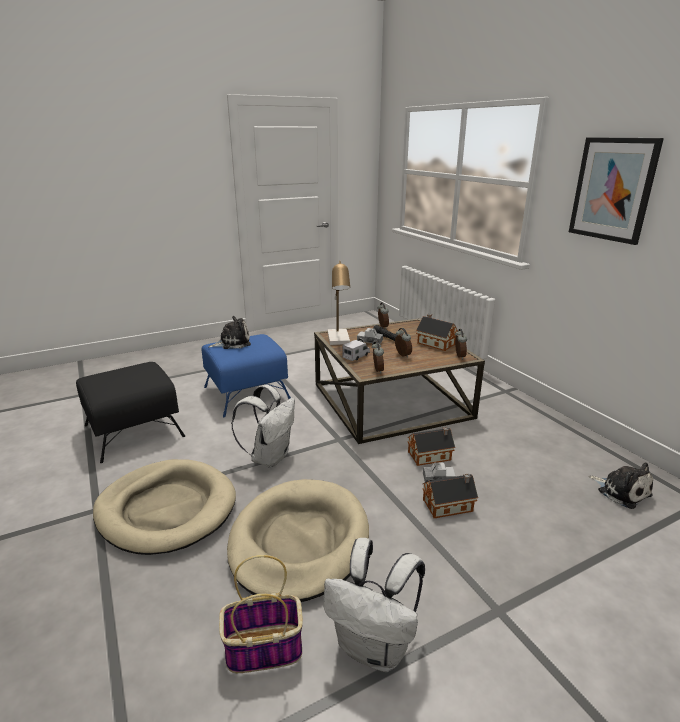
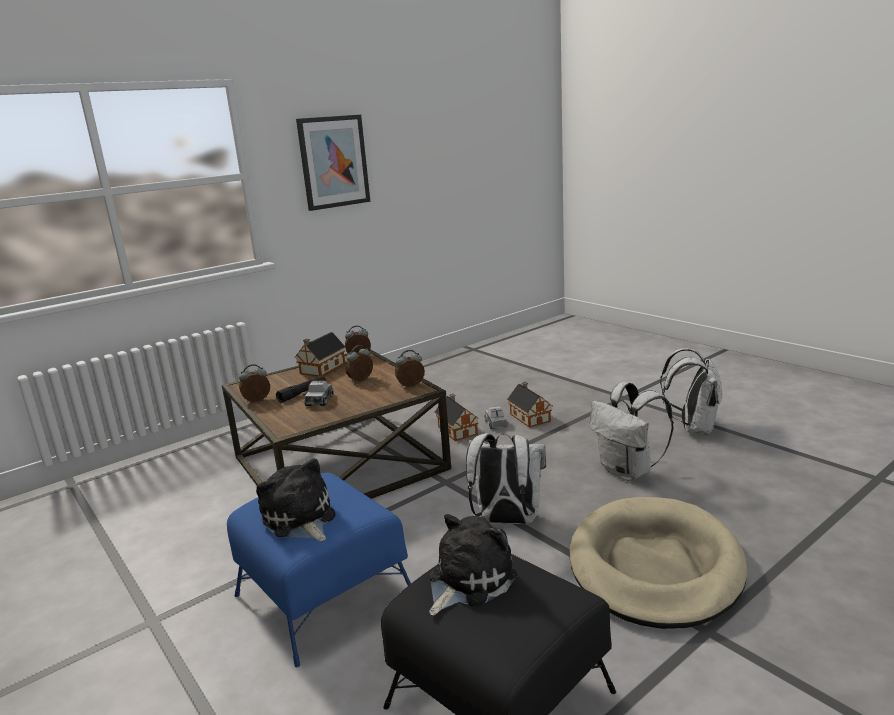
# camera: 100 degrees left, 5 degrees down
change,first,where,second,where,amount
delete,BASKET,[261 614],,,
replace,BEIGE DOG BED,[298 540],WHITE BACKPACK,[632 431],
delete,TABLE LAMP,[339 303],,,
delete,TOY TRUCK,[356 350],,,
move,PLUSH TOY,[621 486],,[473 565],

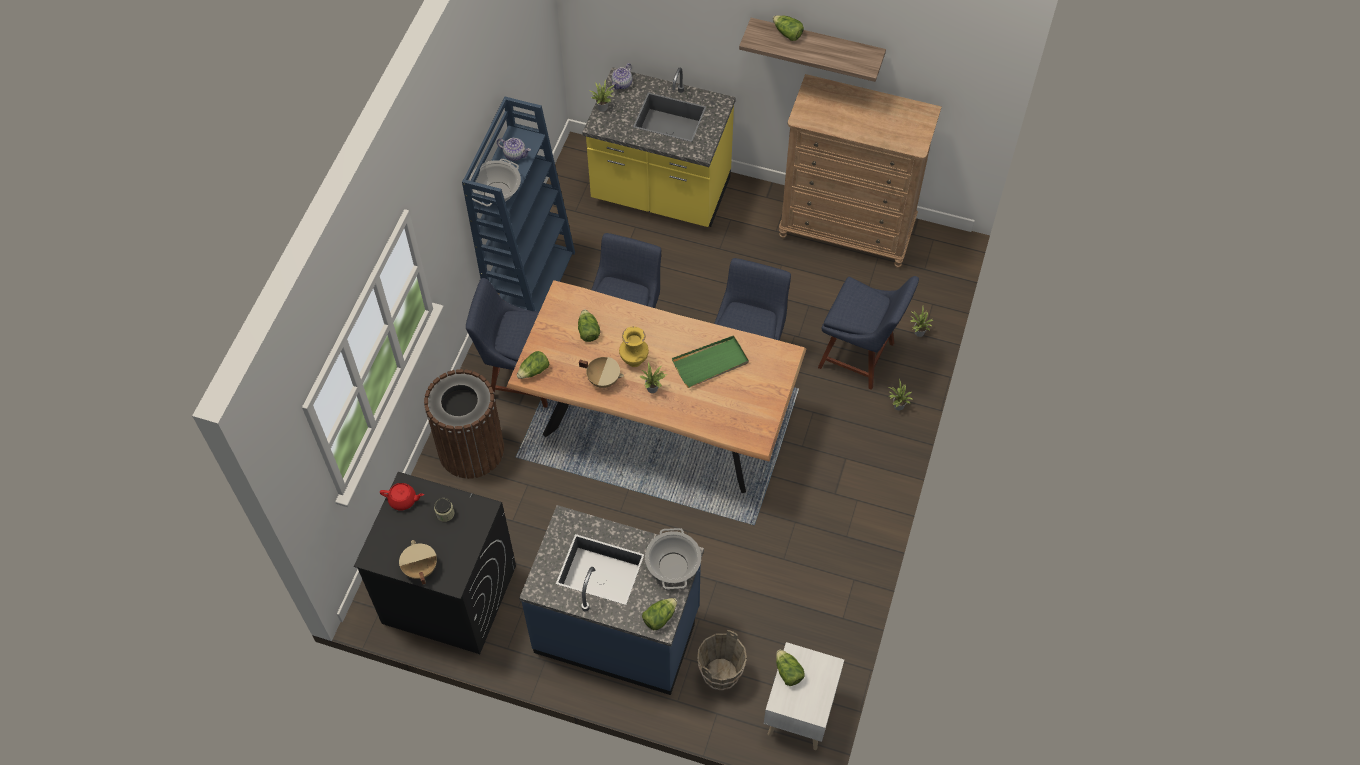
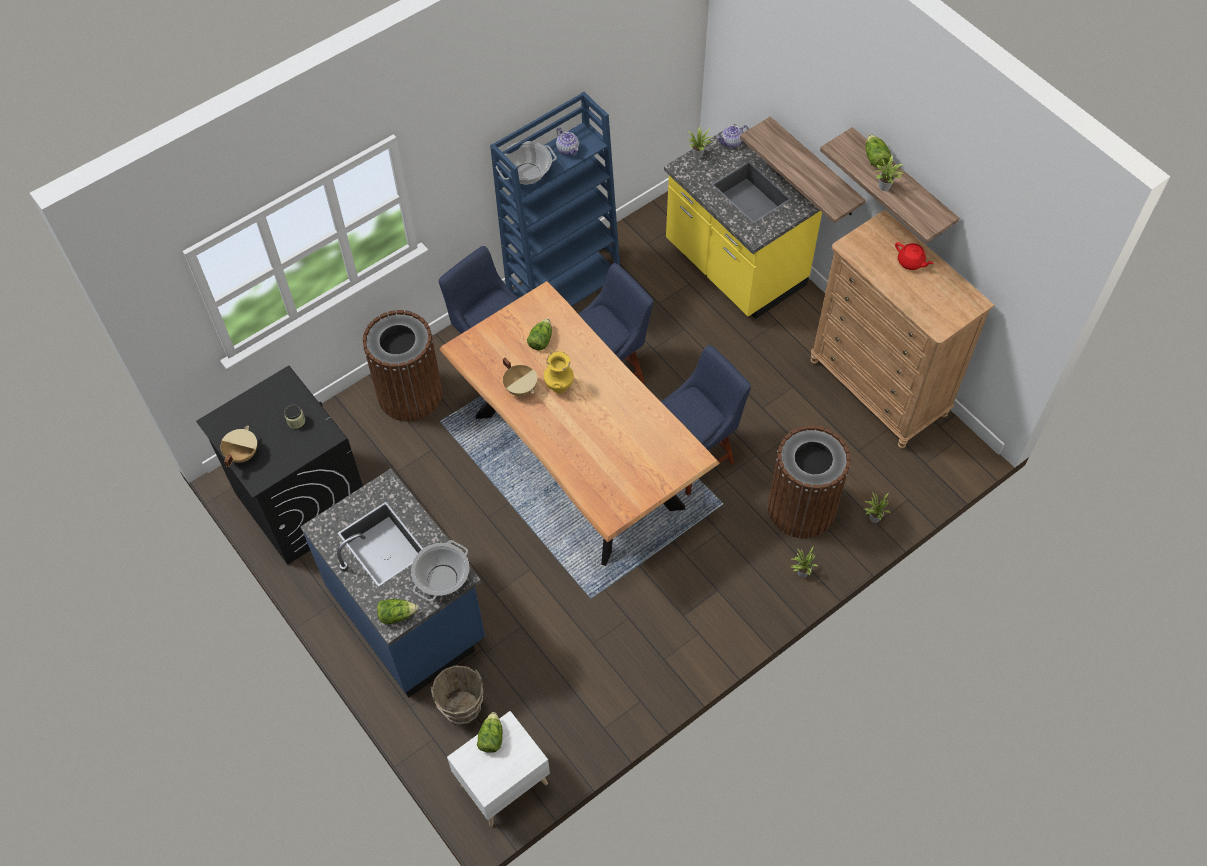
# camera: 35 degrees right, 0 degrees up
change,first,where,second,where,amount
move,RED TEAPOT,[402 496],,[914 256],
delete,LETTUCE,[533 365],,,
move,POTTED PLANT,[654 377],,[890 173],
delete,GREEN TRAY,[710 361],,,
replace,BLUE CHAIR,[868 333],BROWN TRASH CAN,[809 482],
insert,,,SHELF,[803 170],

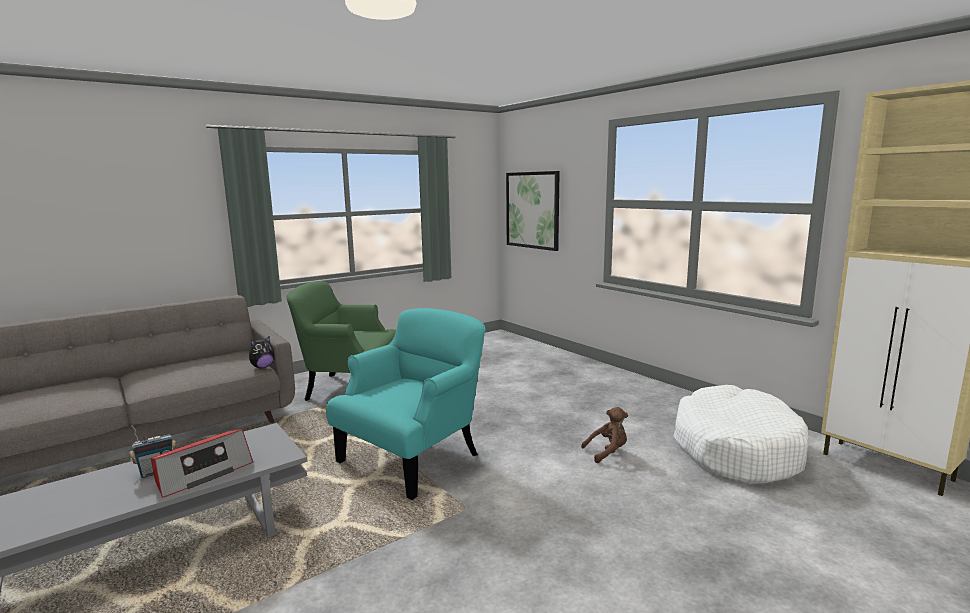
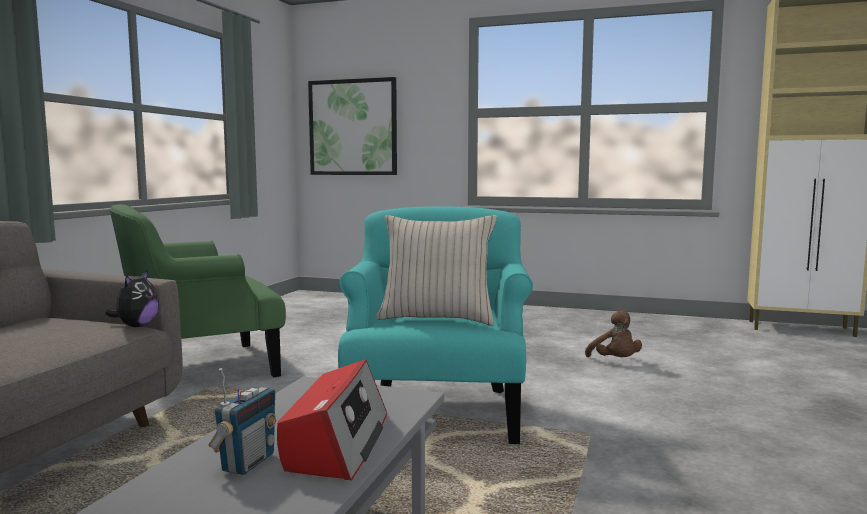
# camera: 35 degrees left, 5 degrees down
change,first,where,second,where,amount
rotate,BROWN PLUSH TOY,[604 435],,[613 333],120 degrees clockwise
delete,WHITE DOG BED,[741 435],,,
insert,,,BEIGE PILLOW,[436 270],

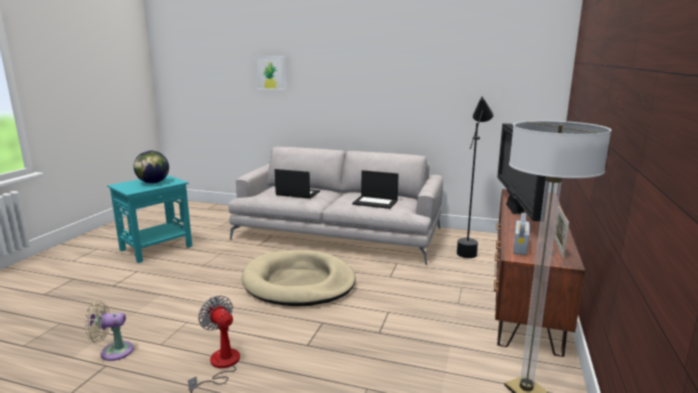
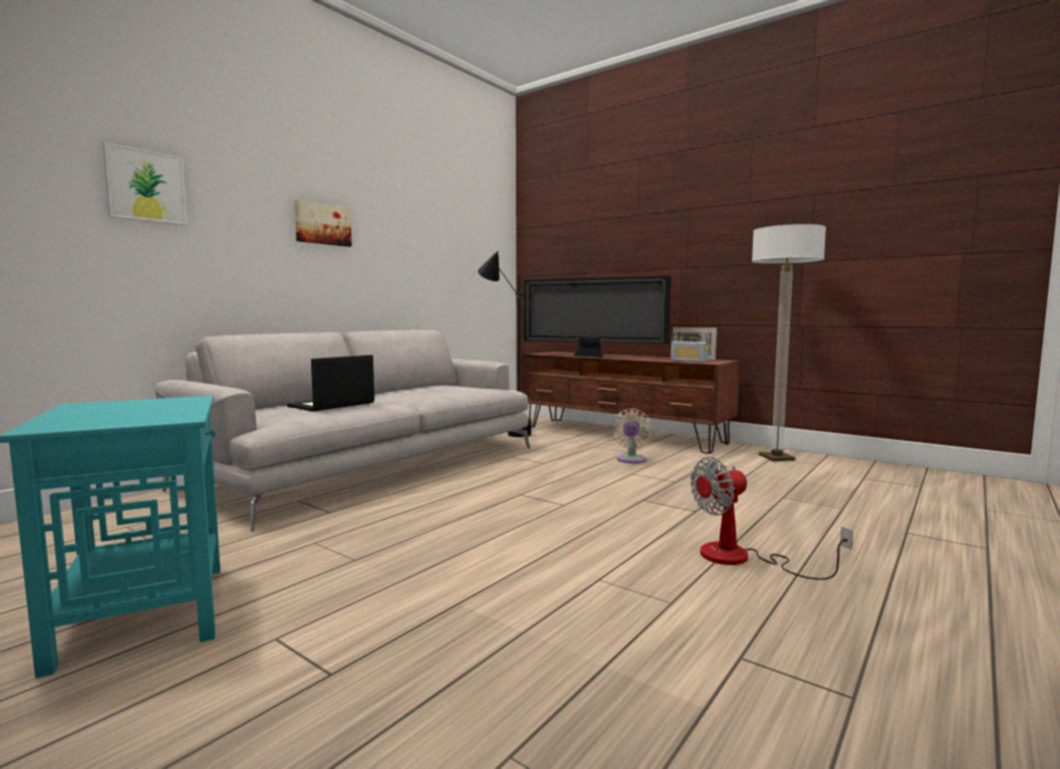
# camera: 70 degrees left, 10 degrees down
change,first,where,second,where,amount
move,BEIGE FAN,[109 330],,[631 436],
delete,GLOBE,[151 167],,,
delete,BEIGE DOG BED,[298 278],,,
delete,LAPTOP,[375 189],,,
insert,,,PICTURE,[323 223],

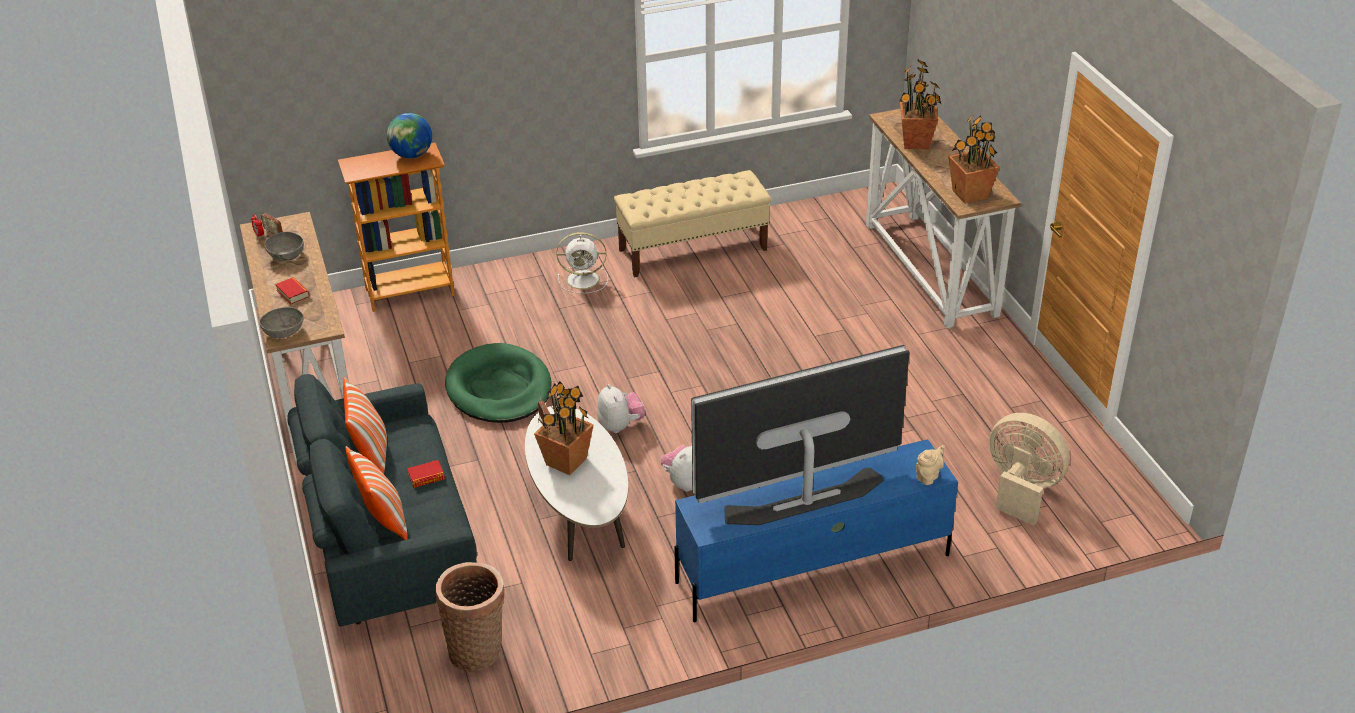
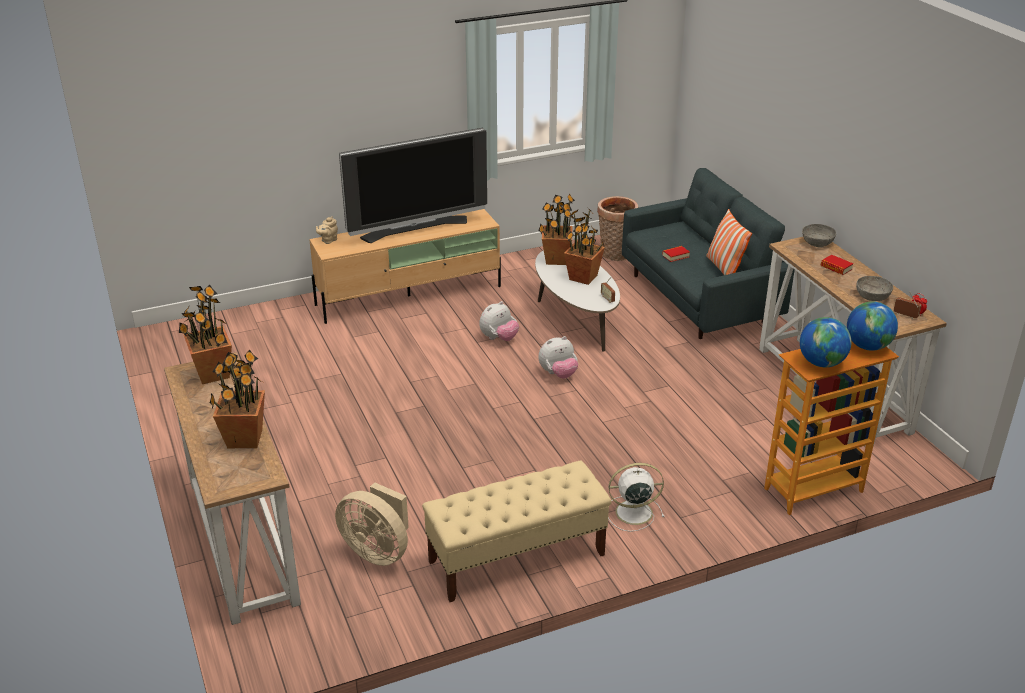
# camera: 175 degrees right, 5 degrees down
change,first,where,second,where,amount
delete,PILLOW,[376 493],,,
delete,GREEN DOG BED,[498 383],,,
rotate,PLUSH TOY,[621 408],,[558 357],90 degrees counterclockwise
recolor,BLUE TV STAND,[816 530],BEIGE TV STAND,[405 266],
move,BEIGE FAN,[1029 469],,[372 524],
insert,,,POTTED PLANT,[556 229],
insert,,,GLOBE,[872 326],

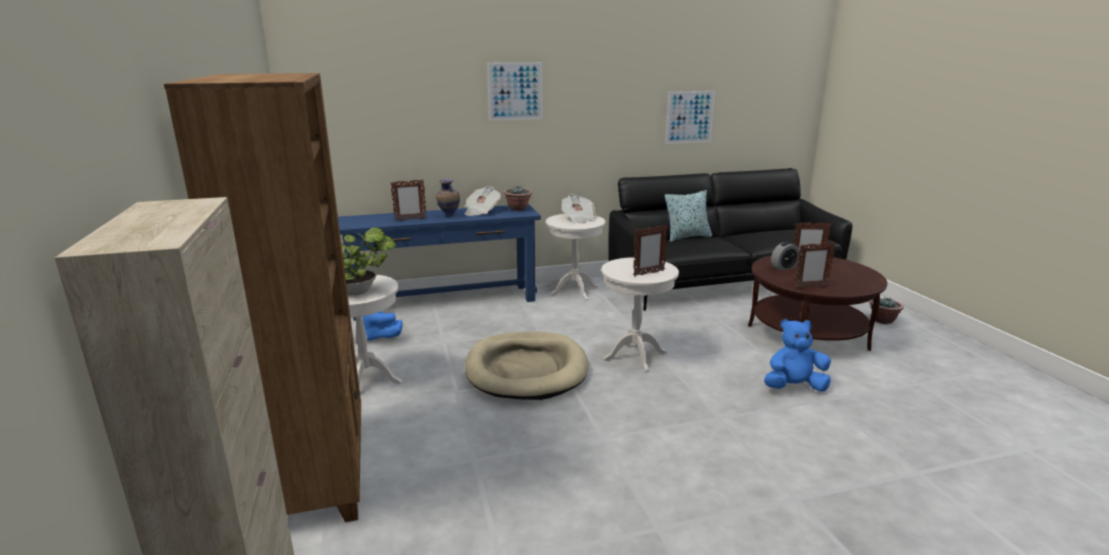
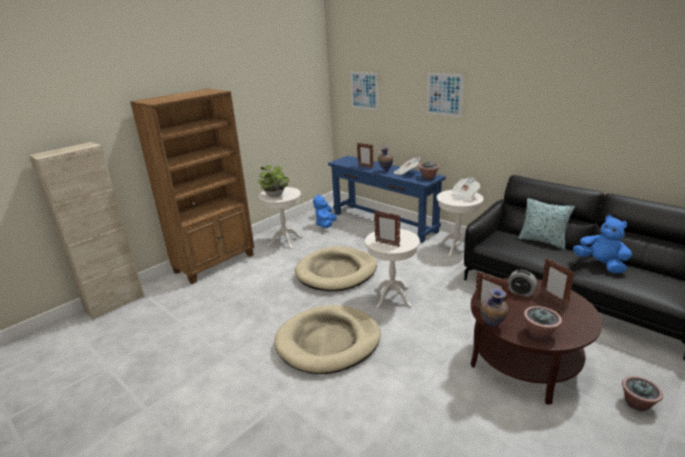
# camera: 60 degrees right, 5 degrees up
change,first,where,second,where,amount
move,PICTURE,[690 117],,[364 91],
move,BLUE PLUSH TOY,[797 355],,[602 244],
insert,,,BEIGE DOG BED,[328 339],
insert,,,VASE,[494 307],
insert,,,POTTED PLANT,[543 323],

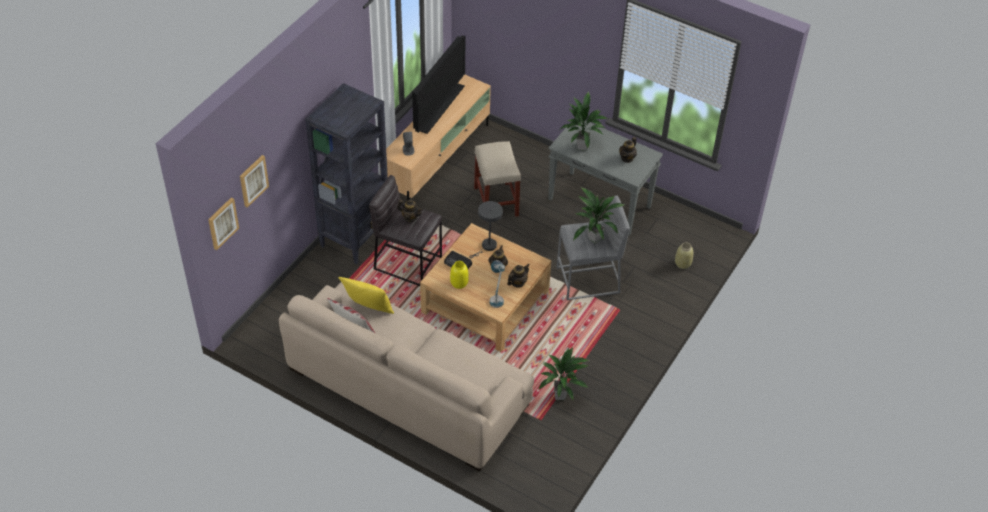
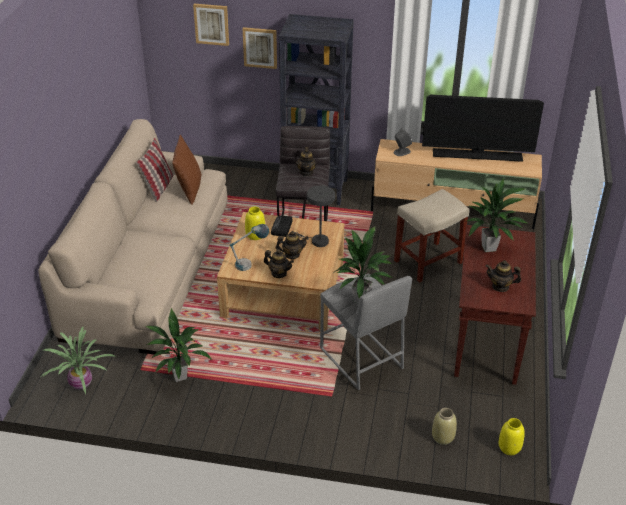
# camera: 70 degrees right, 10 degrees down
change,first,where,second,where,amount
move,PICTURE,[223 223],,[260 48],
recolor,YELLOW PILLOW,[366 295],BROWN PILLOW,[187 170],
recolor,GREY CONSOLE TABLE,[605 176],BROWN CONSOLE TABLE,[495 305],
insert,,,POTTED PLANT,[78 360],
insert,,,YELLOW VASE,[512 436],

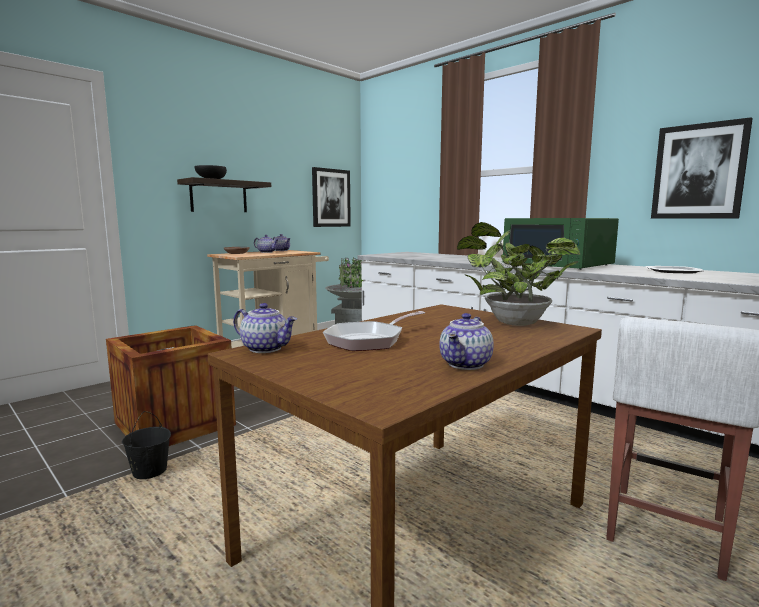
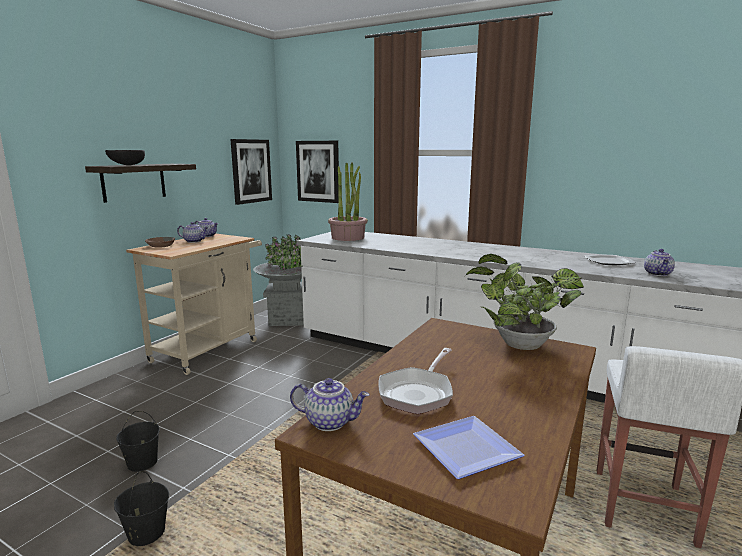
# camera: 15 degrees left, 5 degrees up
change,first,where,second,where,amount
replace,CRATE,[171 385],BLACK BUCKET,[138 441],
move,TEAPOT,[466 341],,[659 262],
delete,GREEN MICROWAVE,[561 244],,,
move,PICTURE,[702 168],,[317 172],
insert,,,POTTED PLANT,[348 201],
insert,,,PLATE,[469 447],

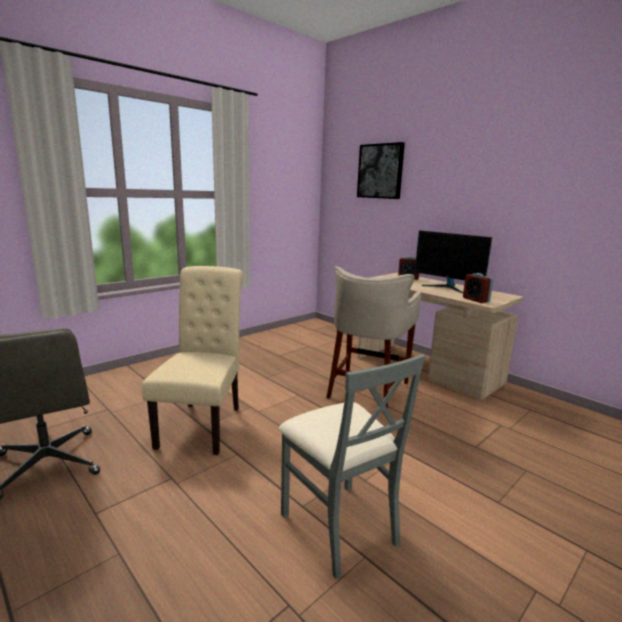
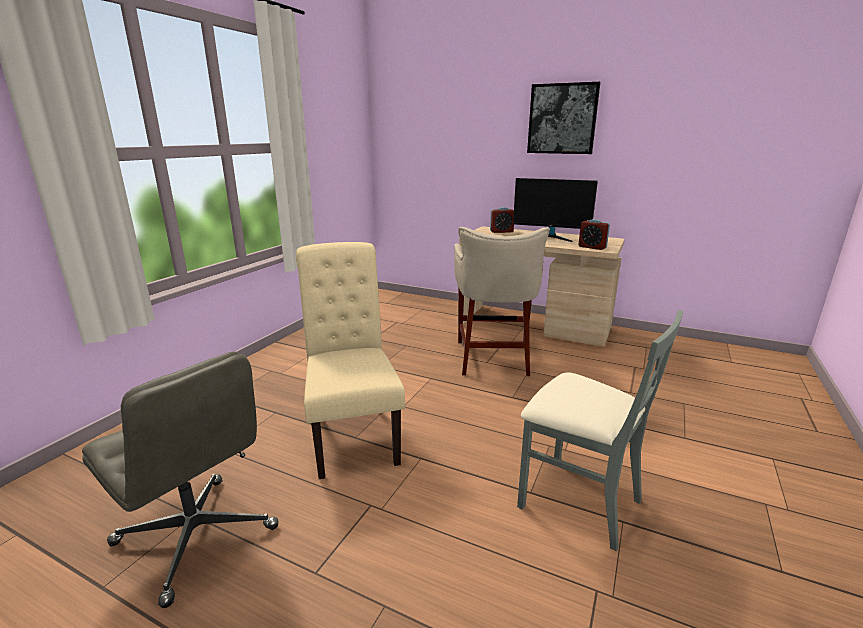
# camera: 20 degrees left, 5 degrees up
change,first,where,second,where,amount
move,PICTURE,[381 170],,[564 118],

